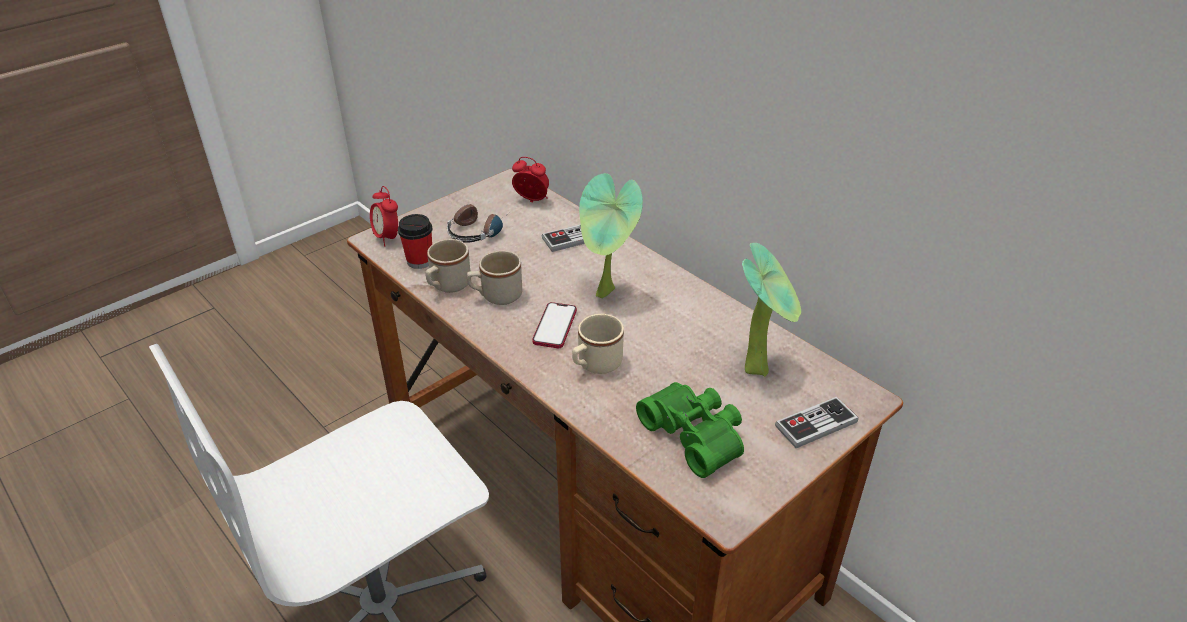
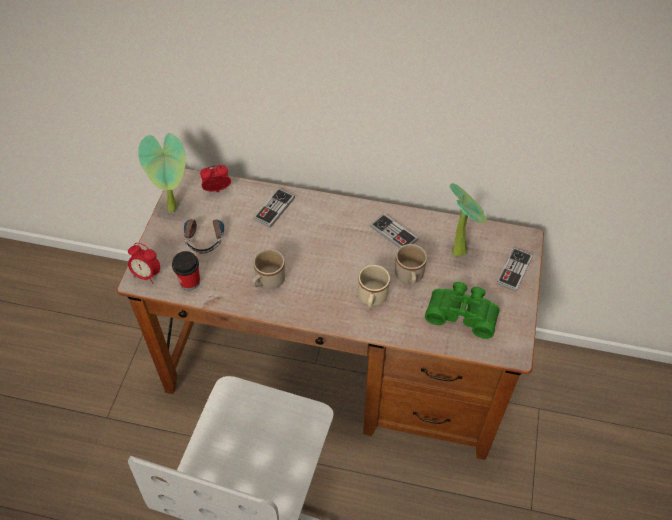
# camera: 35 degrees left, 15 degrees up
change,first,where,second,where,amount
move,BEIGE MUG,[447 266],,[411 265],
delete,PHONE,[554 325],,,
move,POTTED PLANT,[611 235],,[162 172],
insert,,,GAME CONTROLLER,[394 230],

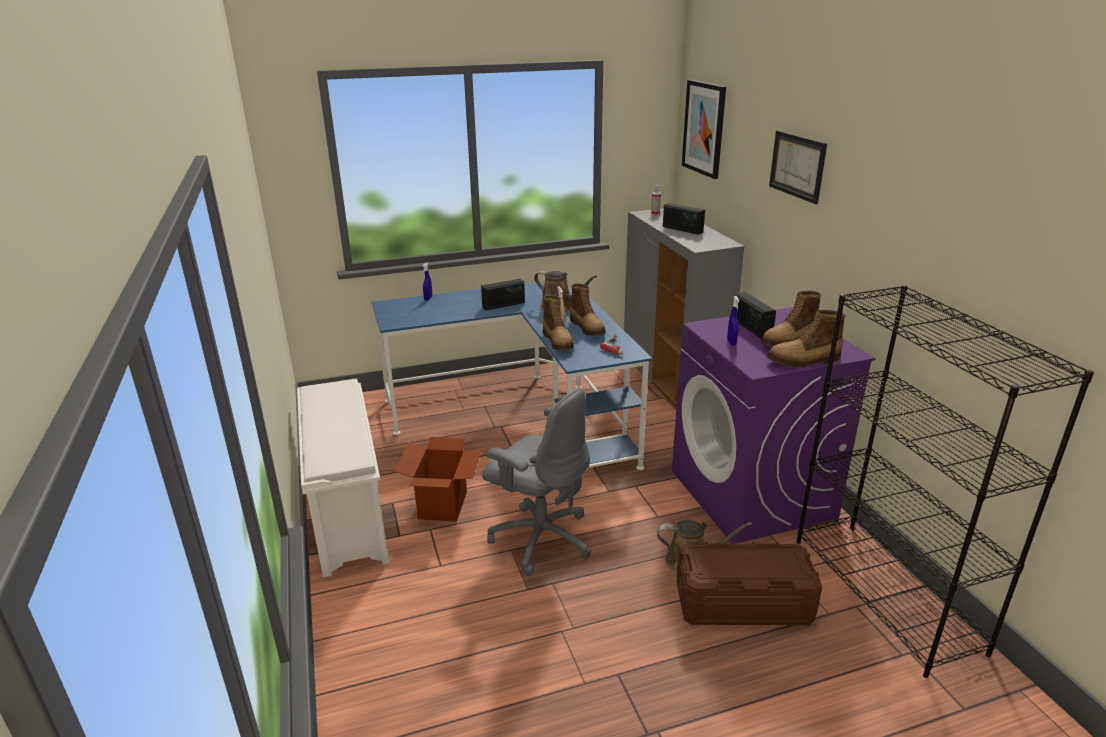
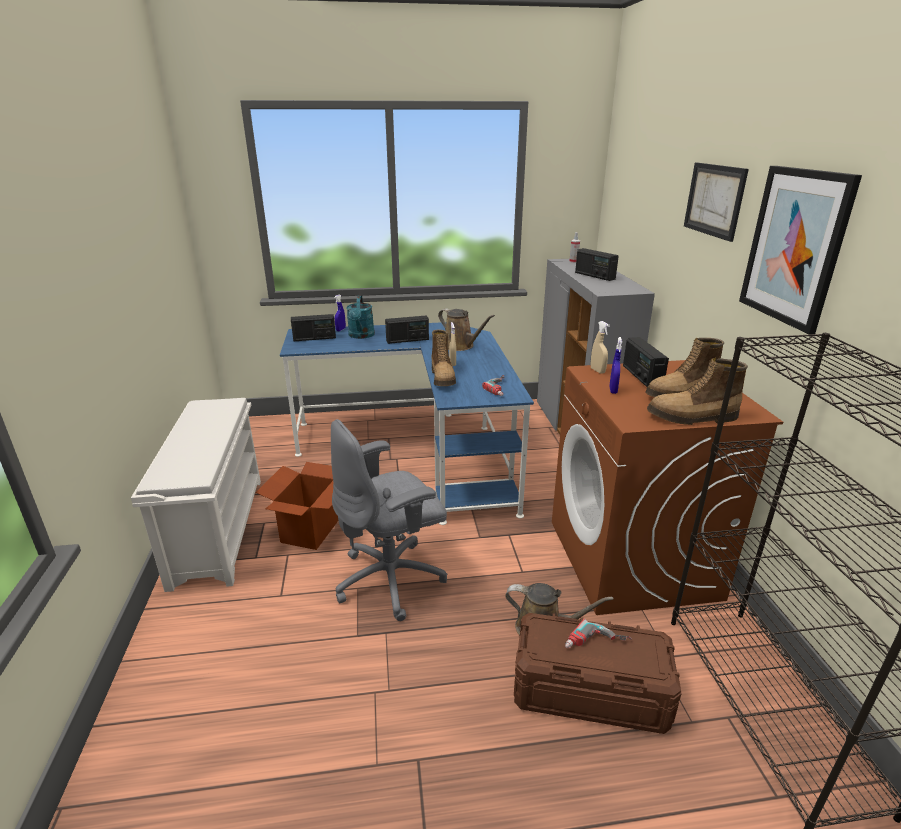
# camera: 10 degrees right, 0 degrees up
change,first,where,second,where,amount
rotate,GREY OFFICE CHAIR,[537 482],,[389 520],105 degrees clockwise
delete,BOOT,[588 309],,,
recolor,PURPLE WASHING MACHINE,[774 425],BROWN WASHING MACHINE,[667 487],
move,PICTURE,[704 129],,[800 250],
insert,,,RADIO,[313 327],
insert,,,TURQUOISE WATERING CAN,[360 317],
insert,,,POWER DRILL,[598 633],
insert,,,BEIGE SPRAY BOTTLE,[600 347],

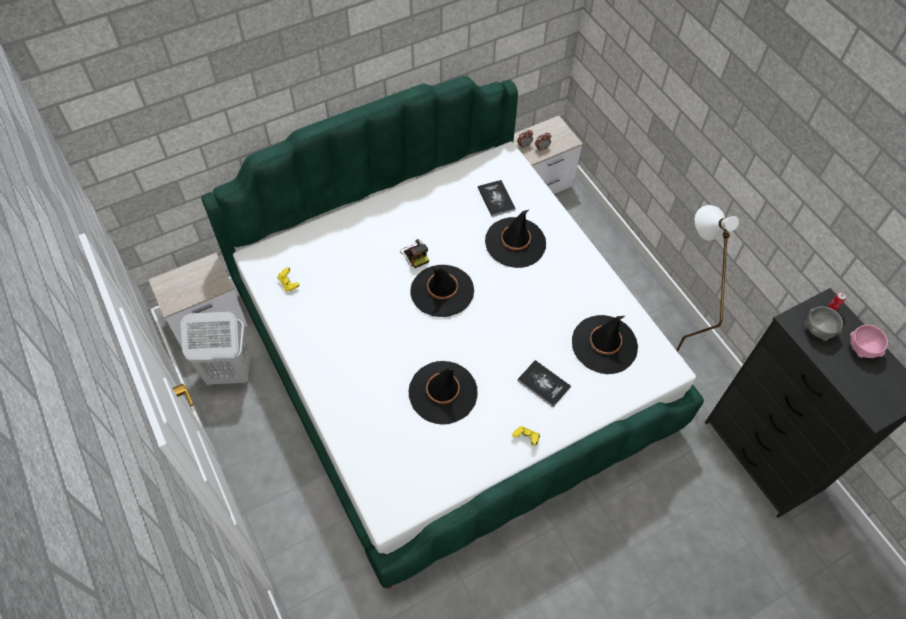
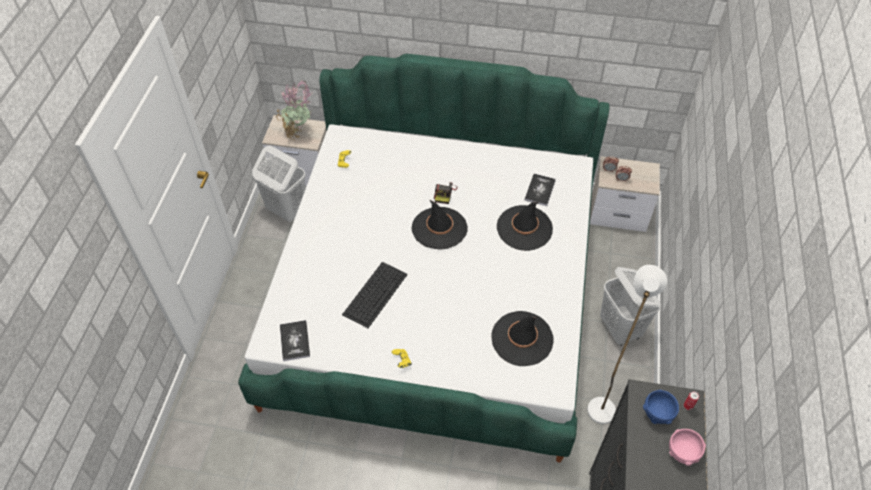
# camera: 40 degrees right, 5 degrees down
change,first,where,second,where,amount
replace,BLACK HAT,[443 393],KEYBOARD,[375 295],
move,BOOK,[544 383],,[295 340],
recolor,GREY BOWL,[824 323],BLUE BOWL,[661 407],
insert,,,POTTED PLANT,[294 110],
insert,,,WHITE LAUNDRY BASKET,[630 306],

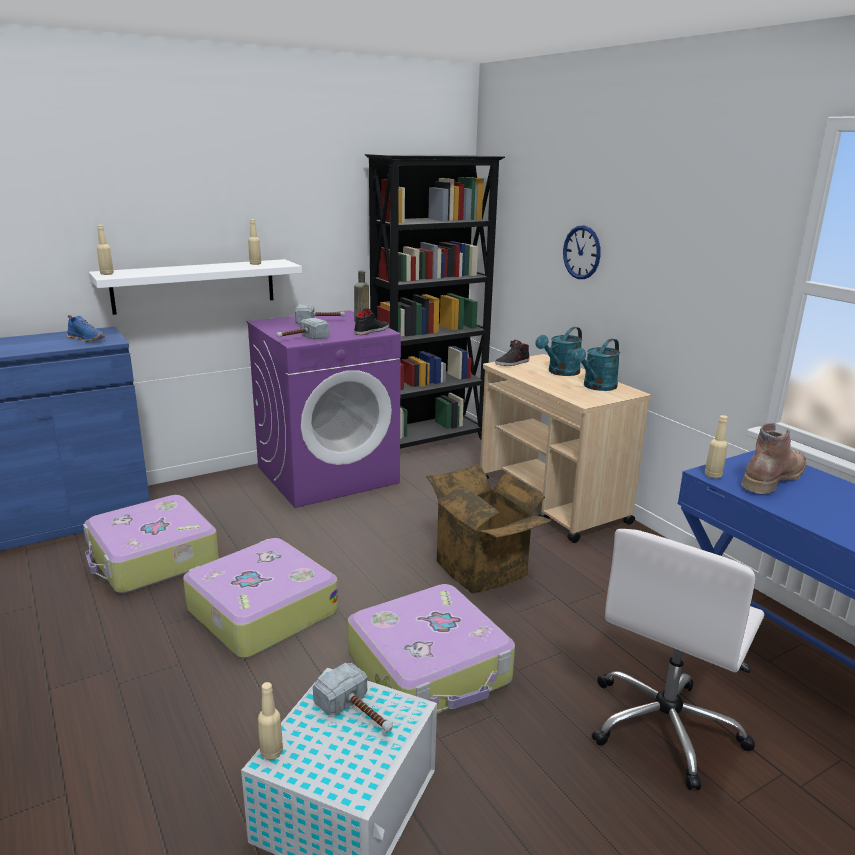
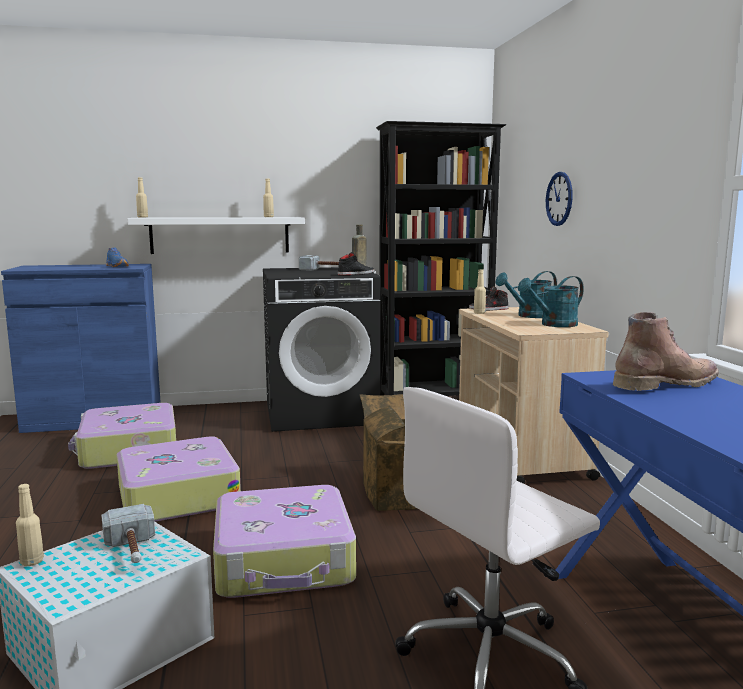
# camera: 20 degrees right, 10 degrees down
change,first,where,second,where,amount
recolor,PURPLE WASHING MACHINE,[324 409],BLACK WASHING MACHINE,[321 349],
delete,HAMMER,[302 329],,,
move,BEIGE BOTTLE,[716 447],,[480 291],

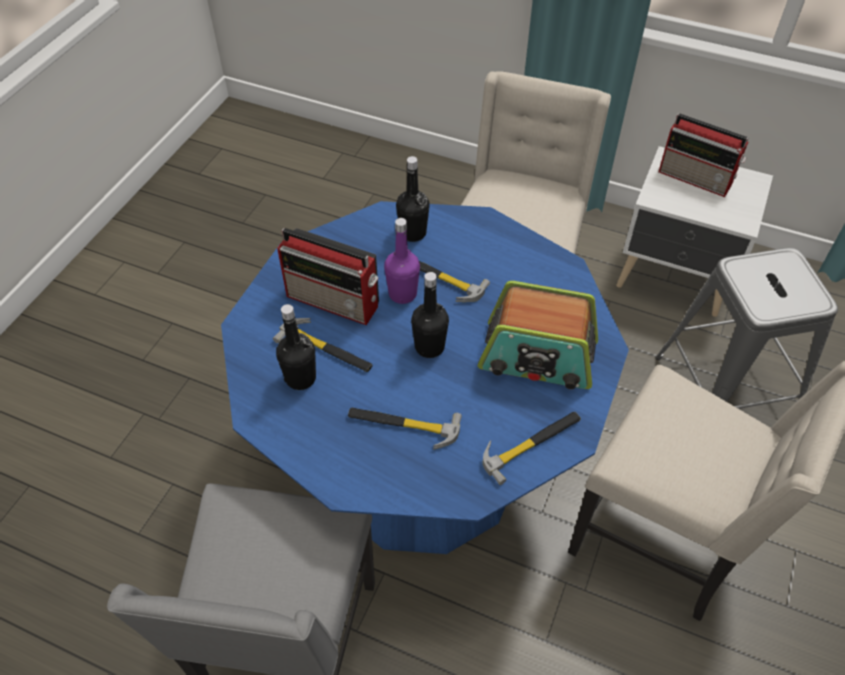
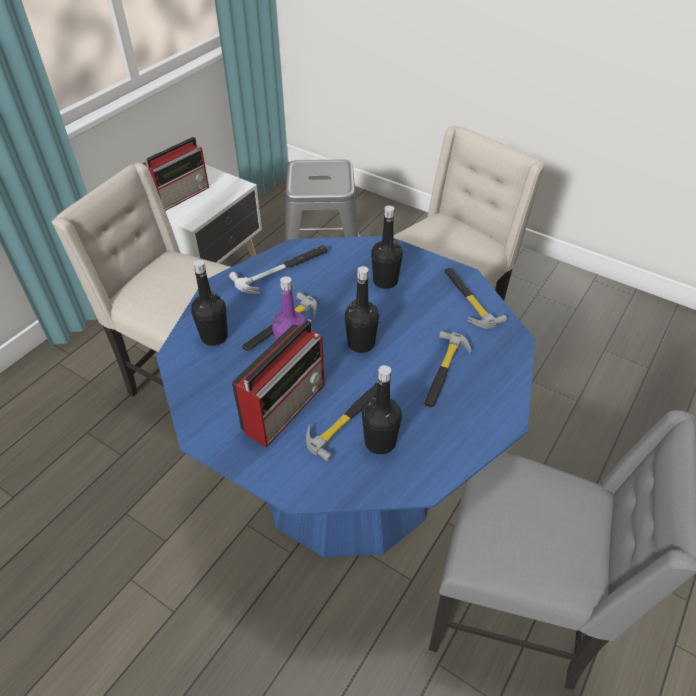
# camera: 80 degrees left, 5 degrees down
change,first,where,second,where,amount
replace,RADIO,[538 335],BLACK BOTTLE,[387 247],
insert,,,HAMMER,[278 269],

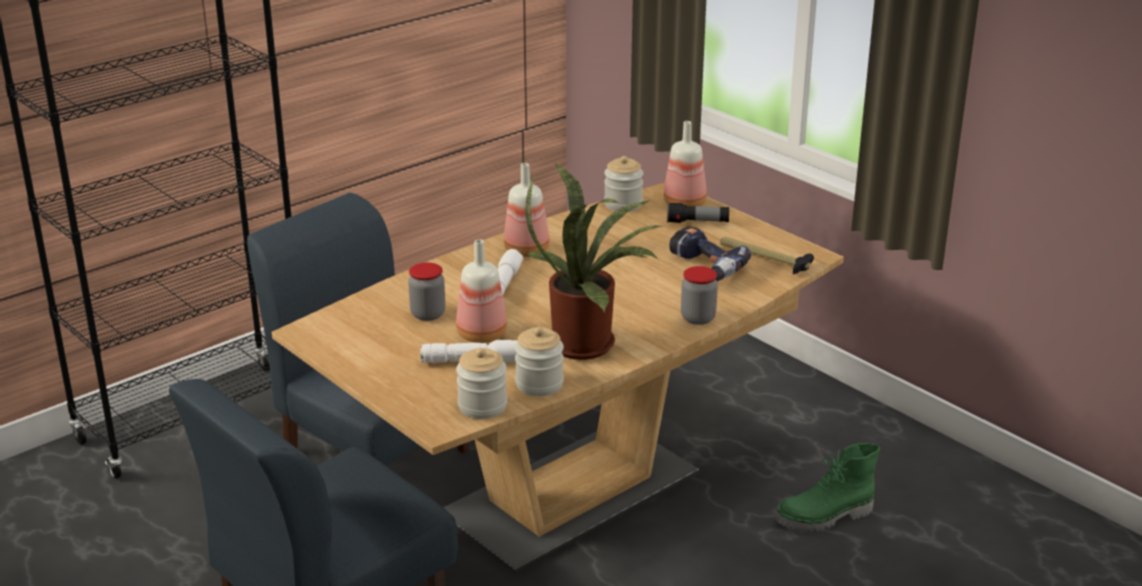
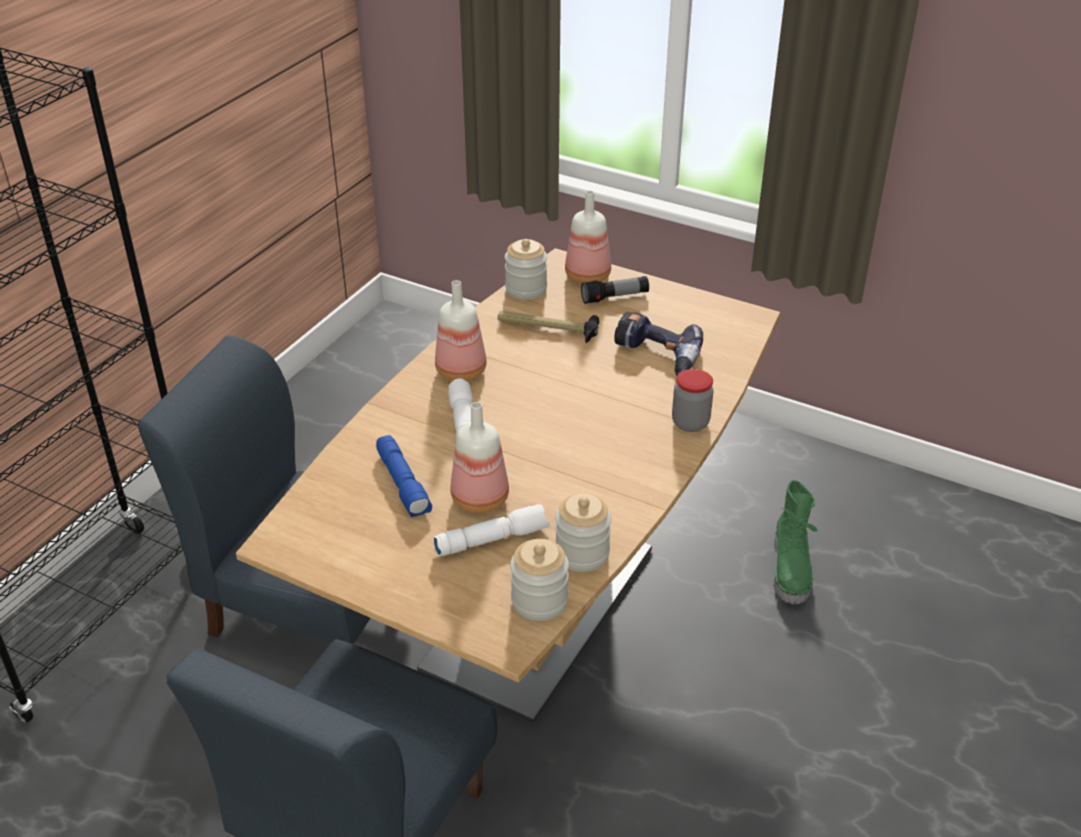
# camera: 20 degrees left, 10 degrees up
change,first,where,second,where,amount
replace,JAR,[426 291],BLUE FLASHLIGHT,[404 476],
delete,POTTED PLANT,[594 261],,,
move,HAMMER,[767 255],,[548 327],
rotate,GREEN BOOT,[827 487],,[796 542],45 degrees counterclockwise

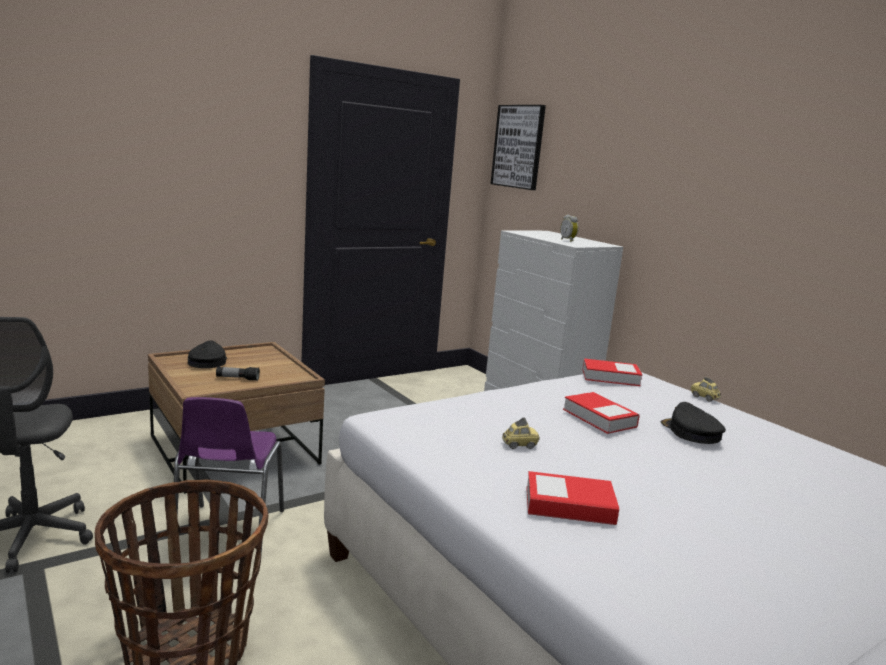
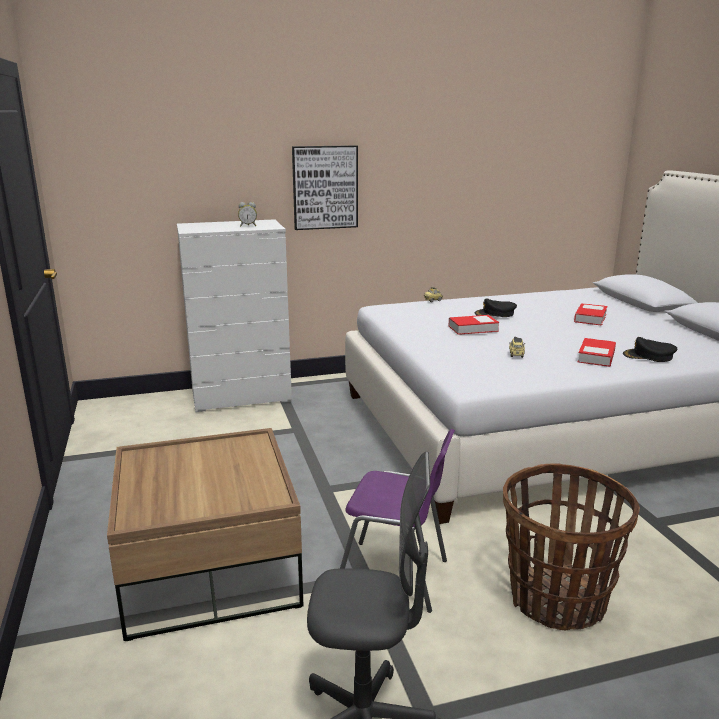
# camera: 70 degrees left, 5 degrees up
change,first,where,second,where,amount
move,BLACK CAP,[207 354],,[650 349],
delete,FLASHLIGHT,[238 374],,,
move,PICTURE,[518 147],,[325 187],
move,BOOK,[612 372],,[591 314],

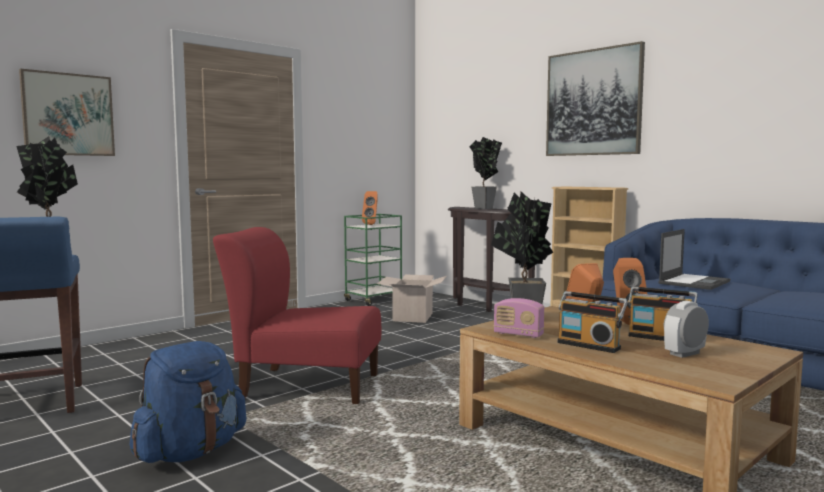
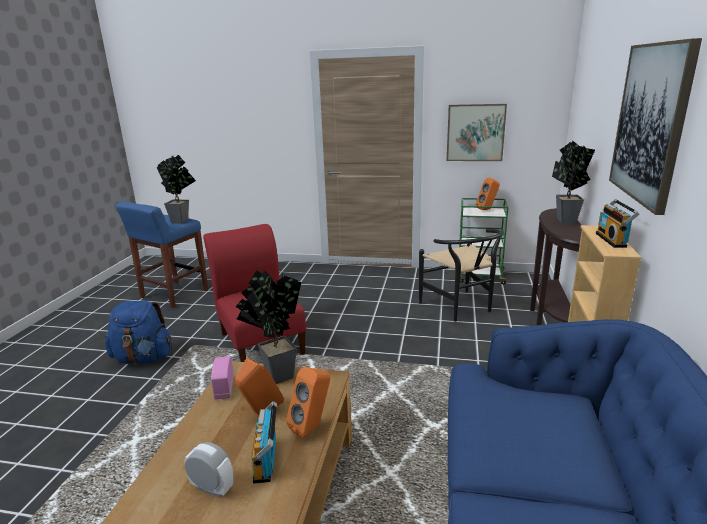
# camera: 55 degrees right, 15 degrees up
change,first,where,second,where,amount
move,PICTURE,[67 112],,[477 132],
replace,CARDBOARD BOX,[412 298],BLACK CHAIR,[461 275],
move,RADIO,[592 322],,[617 223],
delete,LAPTOP,[694 259],,,

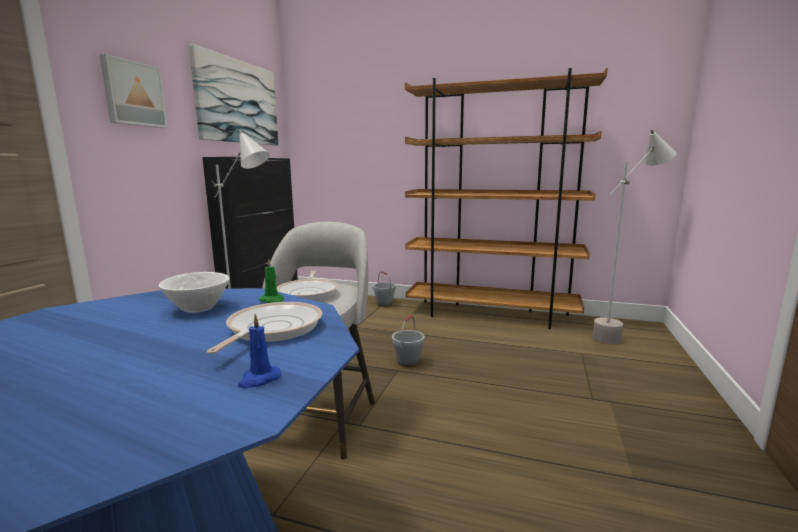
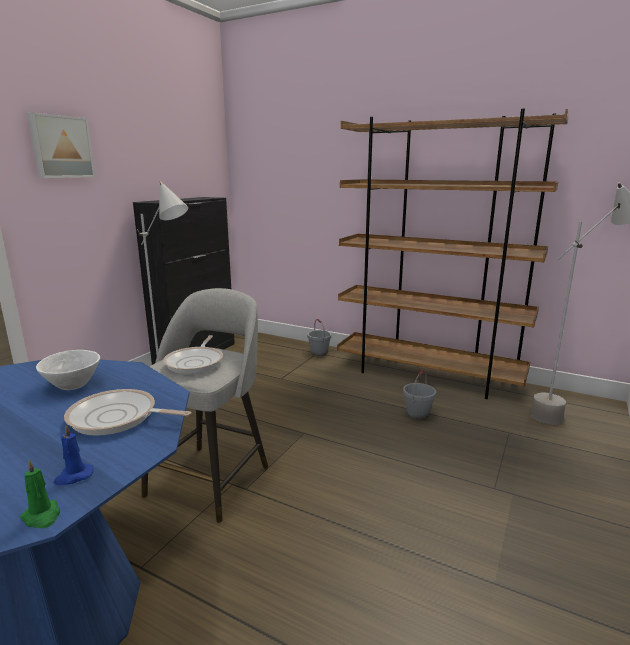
# camera: 10 degrees right, 5 degrees up
change,first,where,second,where,amount
delete,PICTURE,[233 94],,,
rotate,FRYING PAN,[264 328],,[127 412],105 degrees counterclockwise
move,GREEN CANDLE,[271 280],,[40 493],
move,GREY BUCKET,[408 341],,[419 395],

